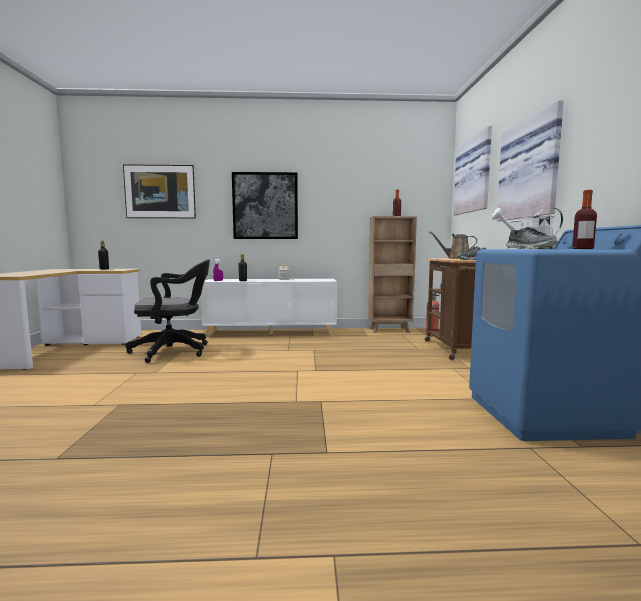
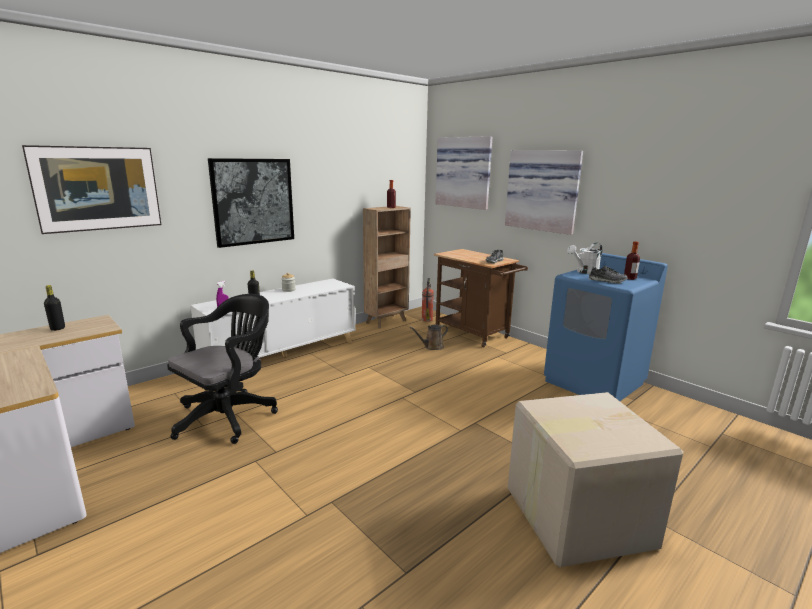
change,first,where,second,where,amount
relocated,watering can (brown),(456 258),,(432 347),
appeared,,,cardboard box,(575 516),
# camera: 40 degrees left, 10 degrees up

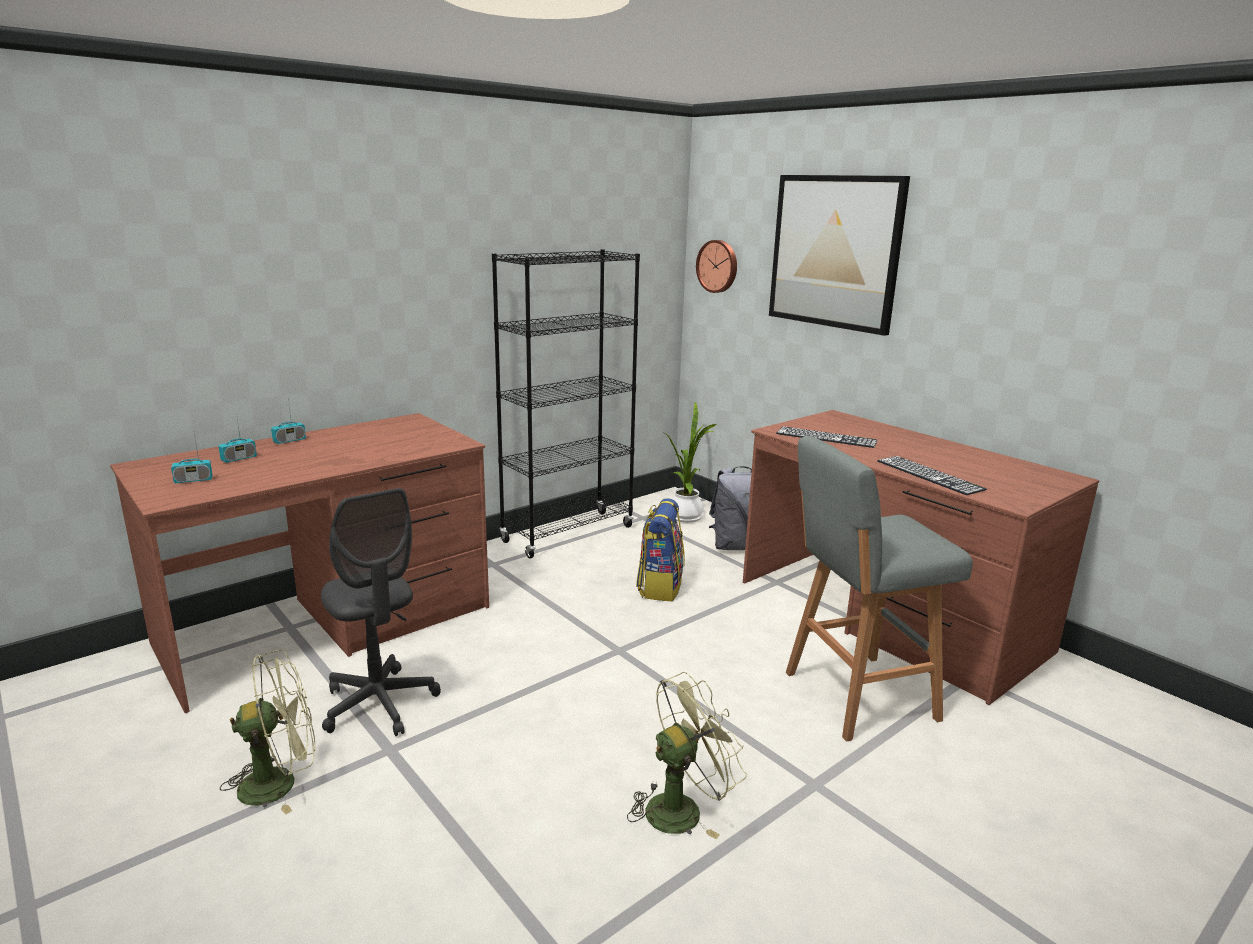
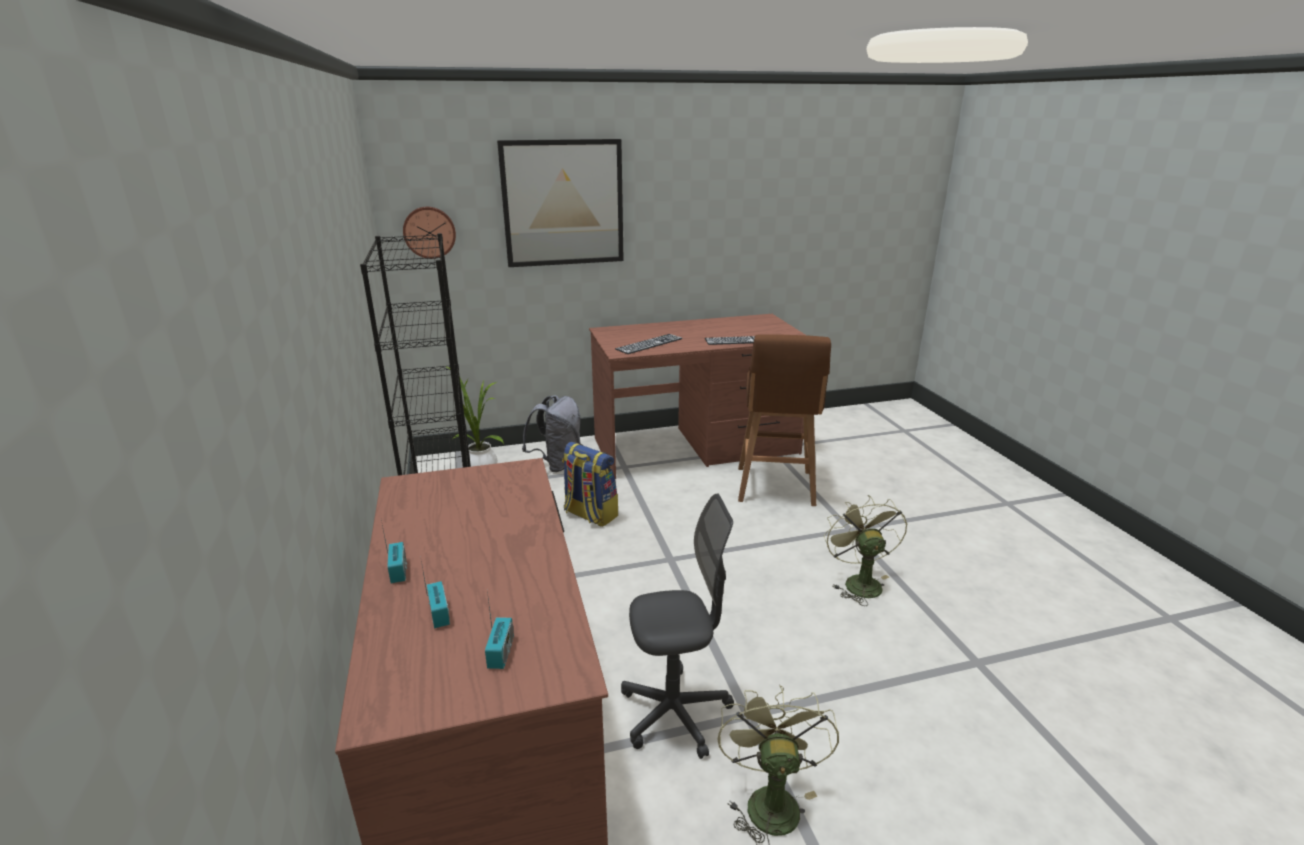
change,first,where,second,where,amount
colour,stool (grey),(855 696),stool (brown),(775 488),
# camera: 65 degrees left, 5 degrees up

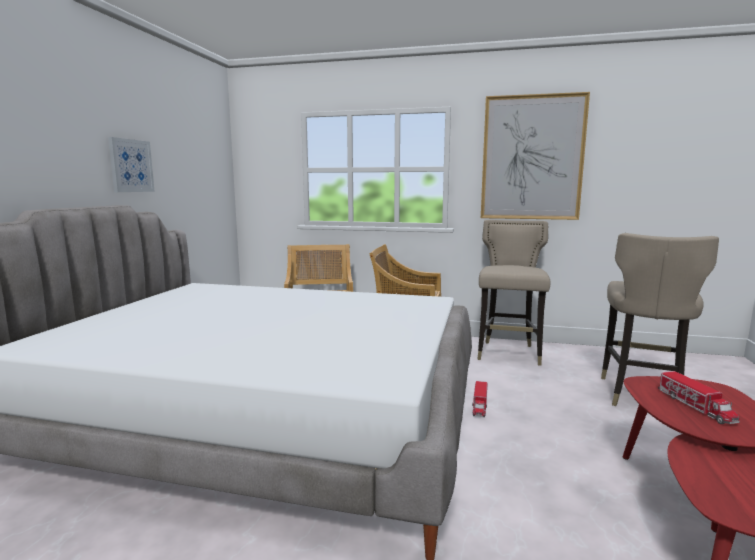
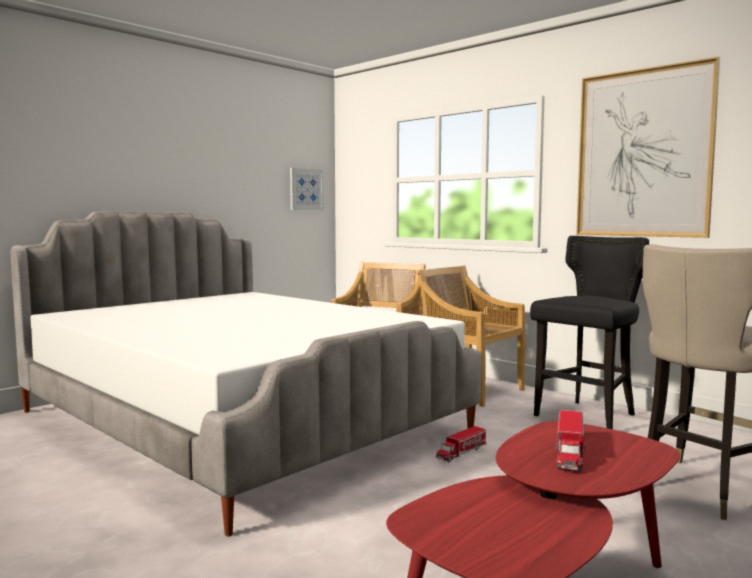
change,first,where,second,where,amount
relocated,picture,(131 166),,(306 189),
colour,stool (beige),(508 354),stool (black),(587 417),
# camera: 30 degrees right, 5 degrees down

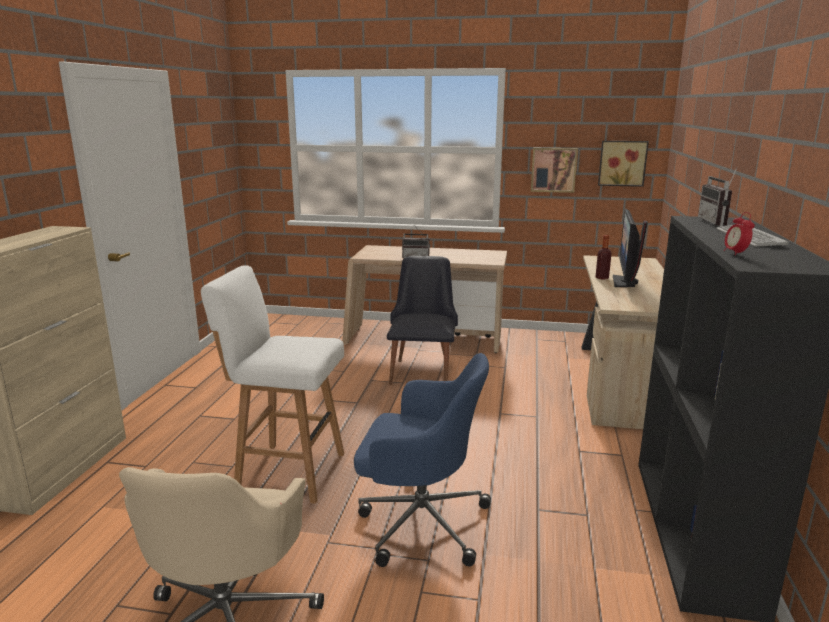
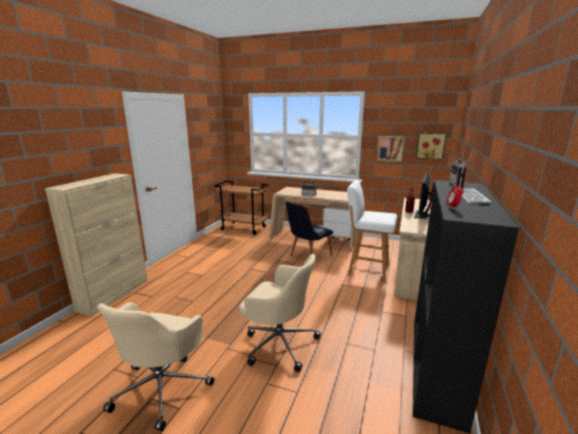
change,first,where,second,where,amount
appeared,,,cart (brown),(244 228),
colour,office chair (blue),(420 521),office chair (beige),(279 342),
spun,chair (black),(422 370),,(307 256),150 degrees counterclockwise
relocated,stool (white),(287 472),,(367 269),
# camera: 10 degrees right, 0 degrees up

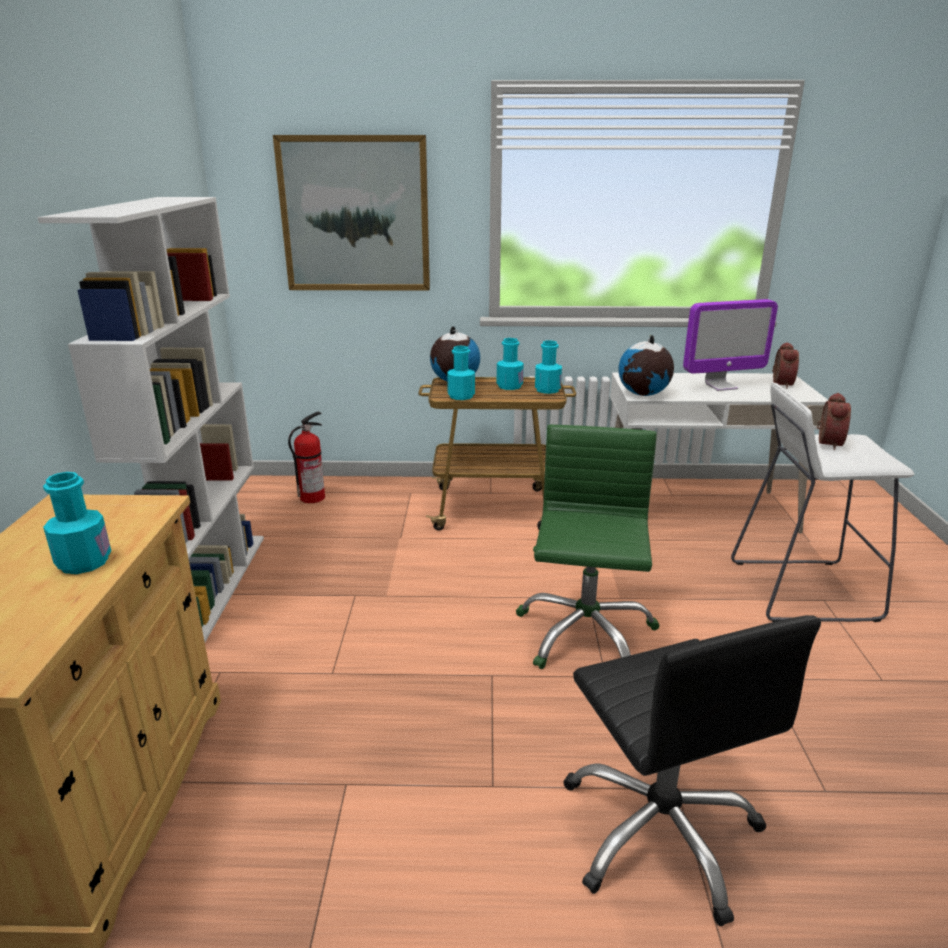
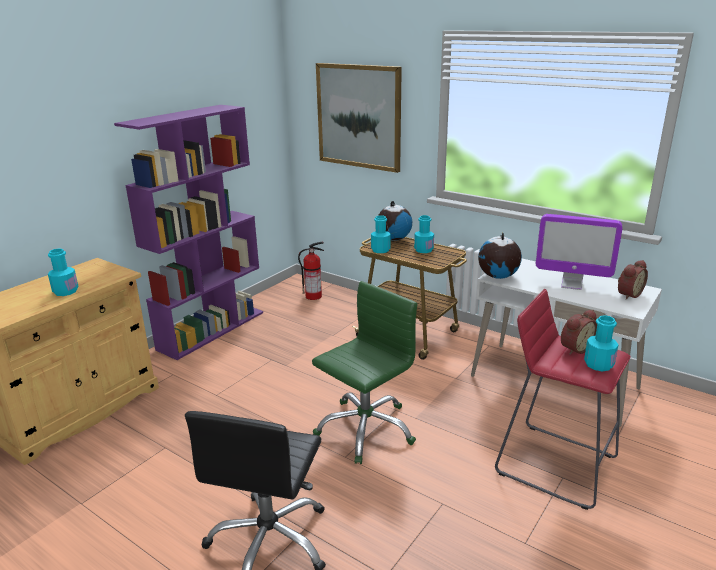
change,first,where,second,where,amount
colour,bookcase (white),(208 586),bookcase (purple),(212 330),
colour,stool (white),(801 589),stool (red),(555 464),
relocated,bottle (turquoise),(547 390),,(598 364),
# camera: 35 degrees right, 0 degrees up

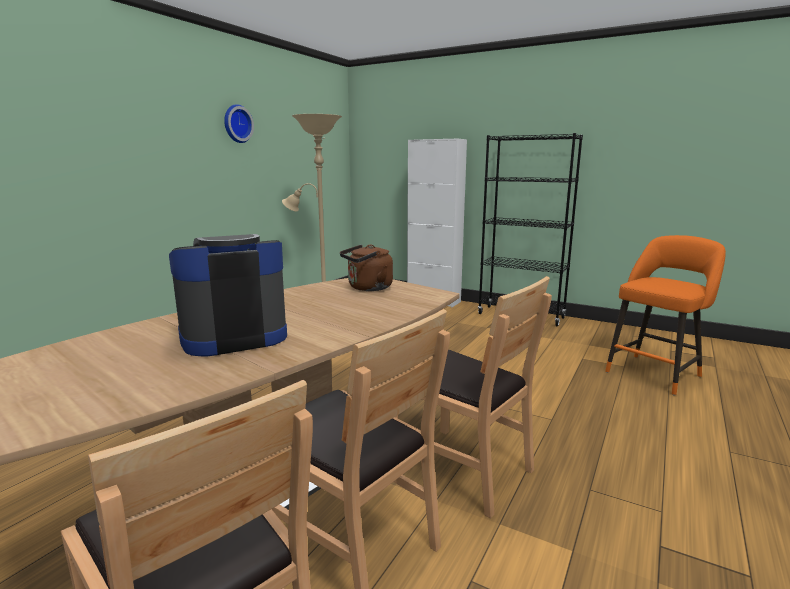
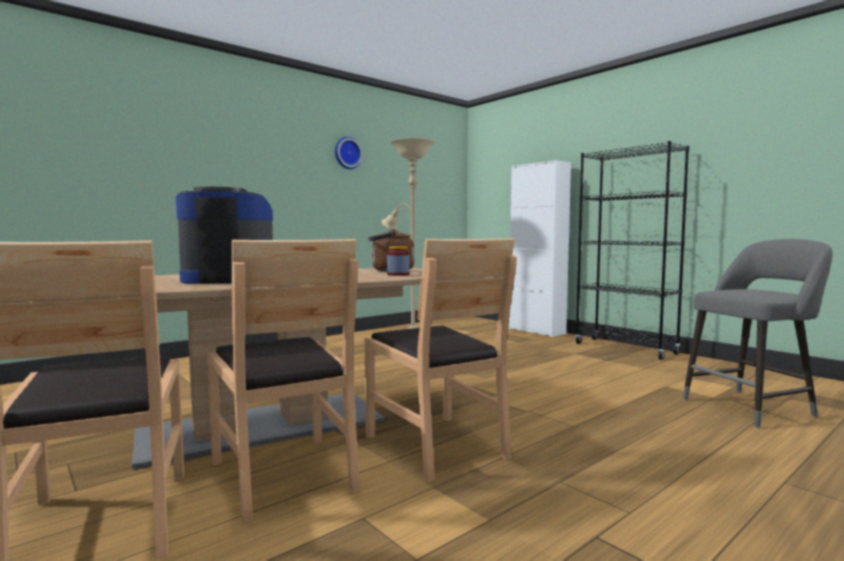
change,first,where,second,where,amount
appeared,,,jar,(398 274),
colour,stool (orange),(655 373),stool (grey),(751 407),
# camera: 20 degrees right, 10 degrees down

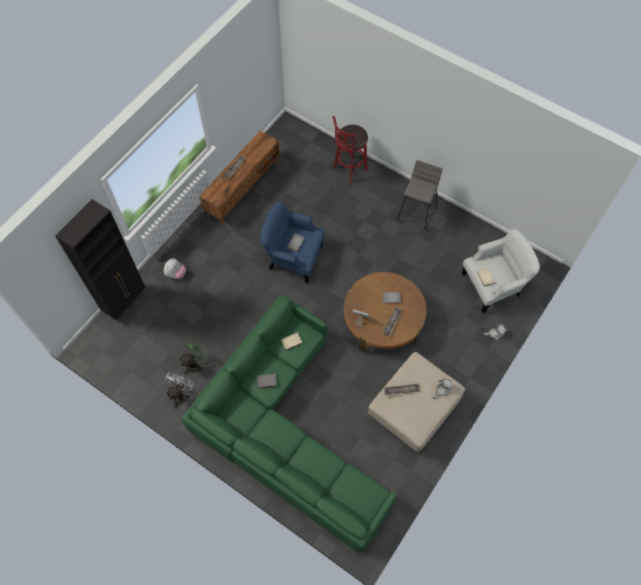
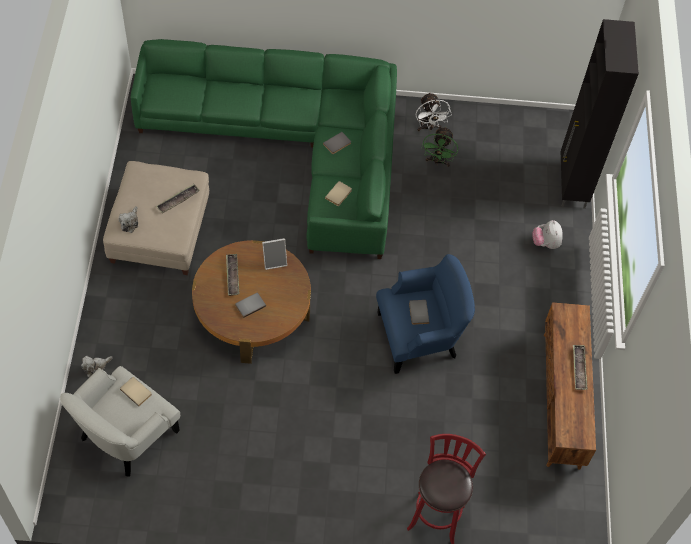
change,first,where,second,where,amount
missing,stool (grey),(416 213),,,
# camera: 145 degrees right, 5 degrees down

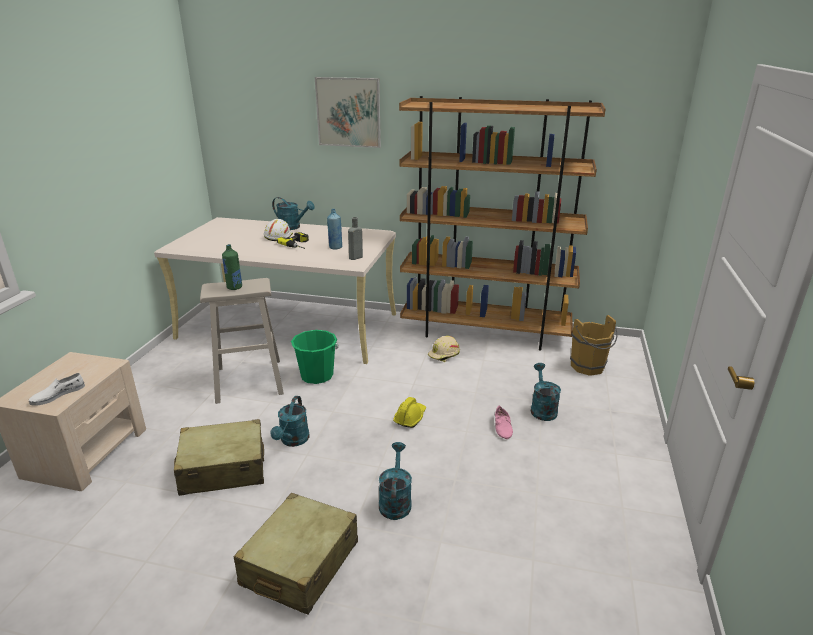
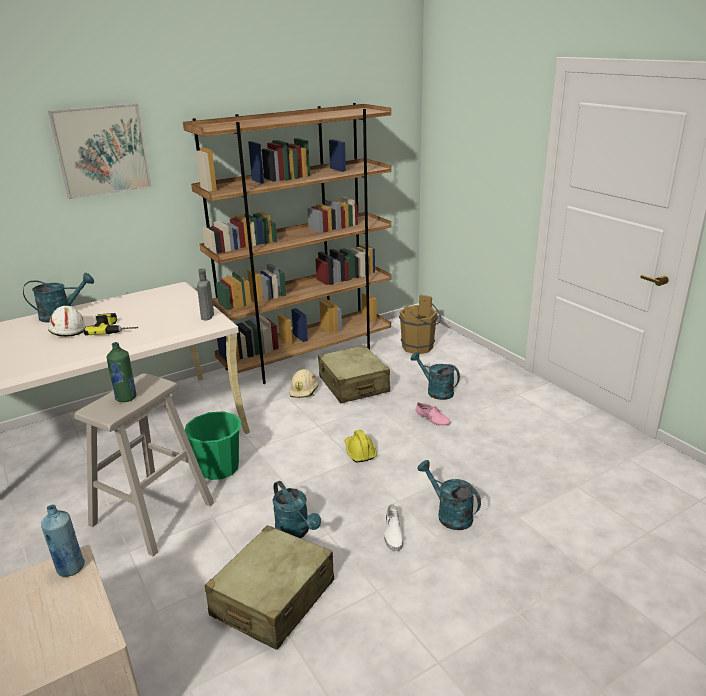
change,first,where,second,where,amount
relocated,bottle (blue),(335 247),,(70 568),
relocated,suitcase (beige),(300 564),,(353 385),
relocated,shoe (white),(58 395),,(393 533),
# camera: 45 degrees left, 0 degrees up

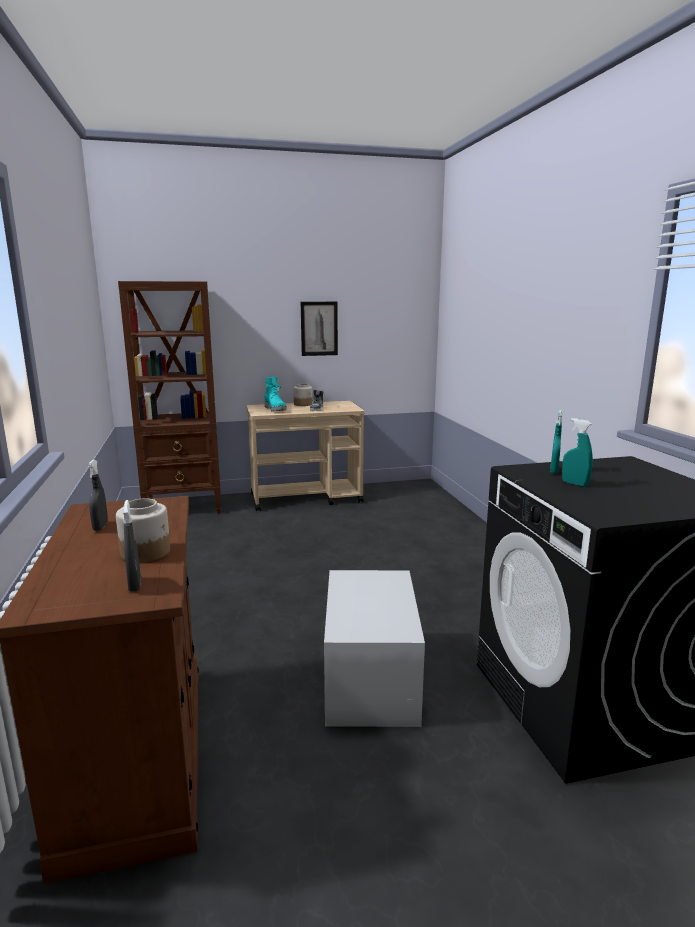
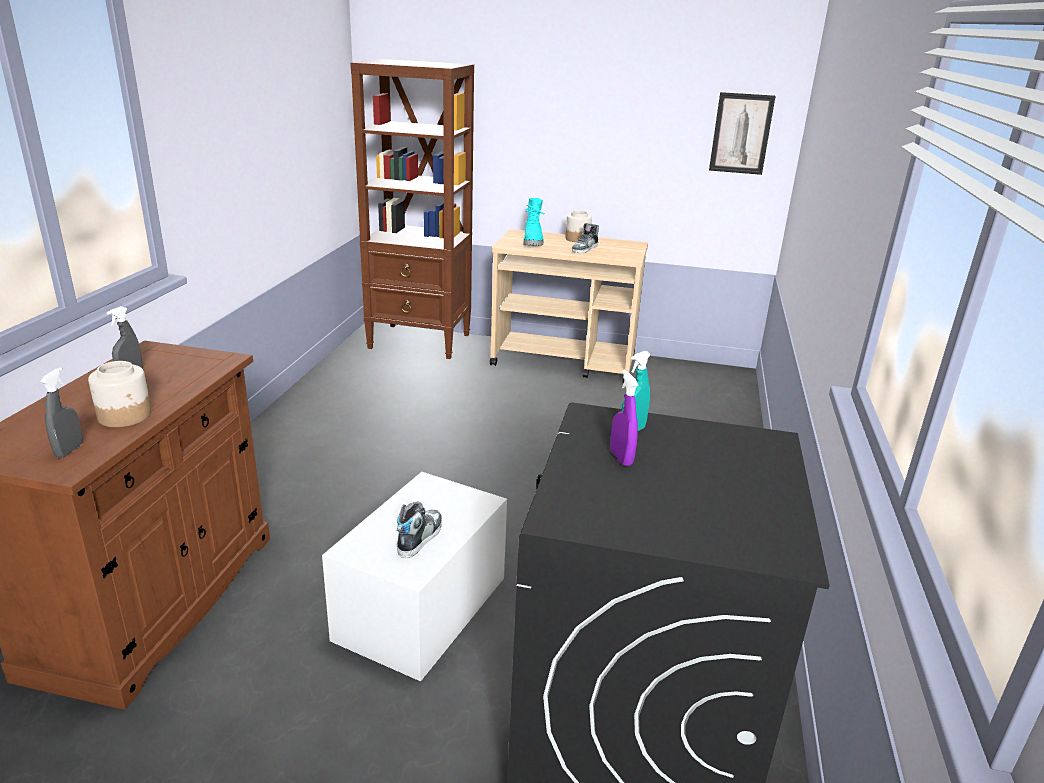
change,first,where,second,where,amount
appeared,,,shoe,(420 537),
colour,spray bottle (turquoise),(574 484),spray bottle (purple),(621 458),
relocated,picture,(319 328),,(741 133),
# camera: 25 degrees right, 10 degrees up

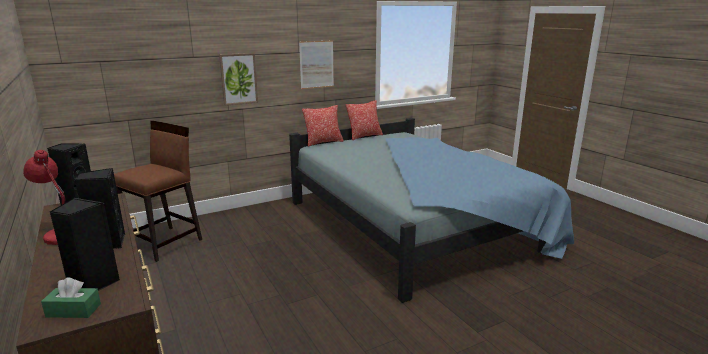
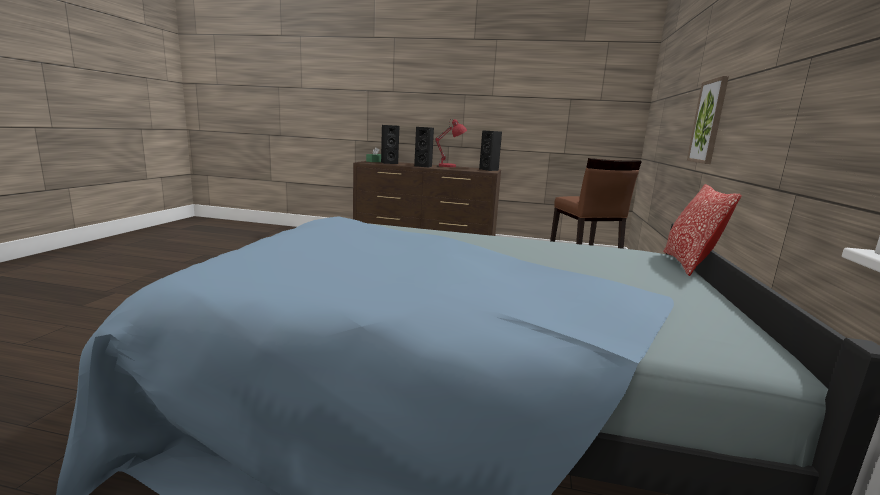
change,first,where,second,where,amount
missing,picture,(316 64),,,
missing,pillow,(364 136),,,
# camera: 130 degrees right, 5 degrees down

